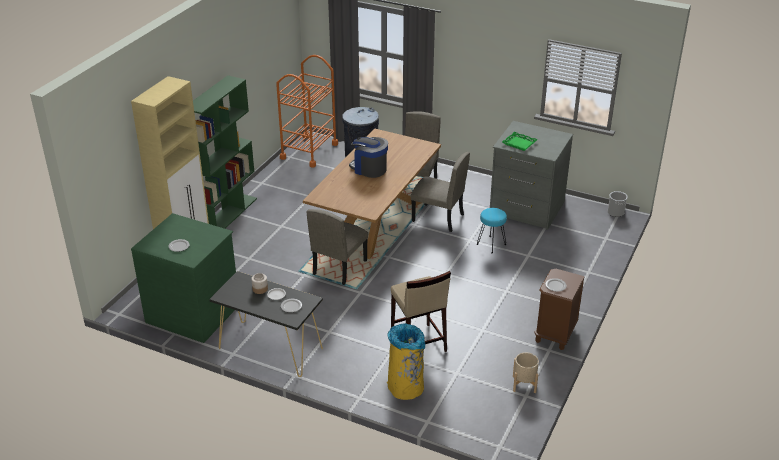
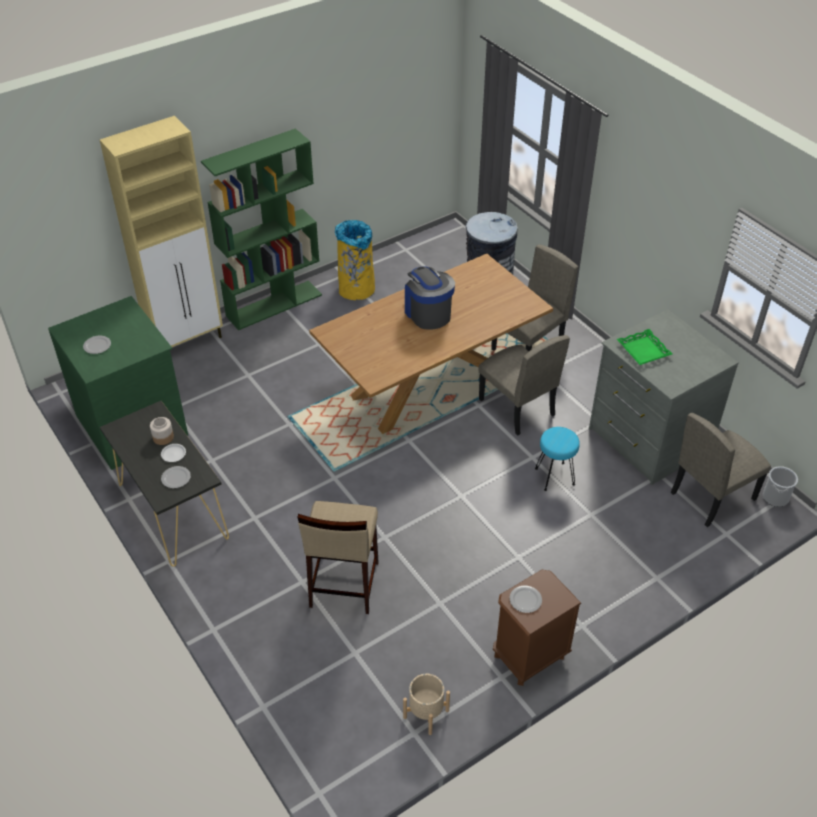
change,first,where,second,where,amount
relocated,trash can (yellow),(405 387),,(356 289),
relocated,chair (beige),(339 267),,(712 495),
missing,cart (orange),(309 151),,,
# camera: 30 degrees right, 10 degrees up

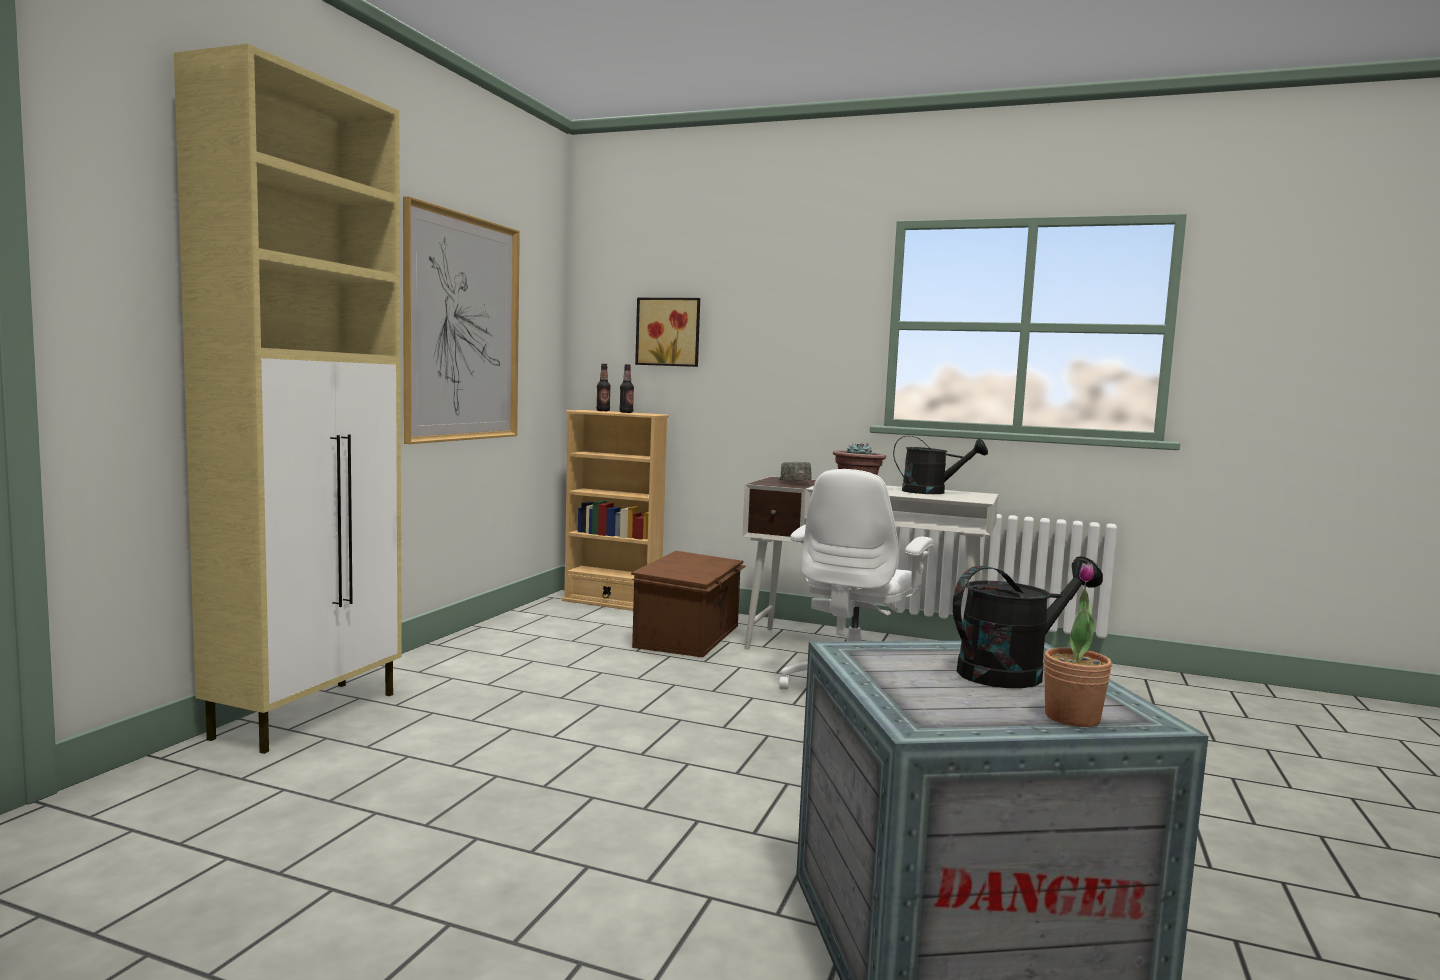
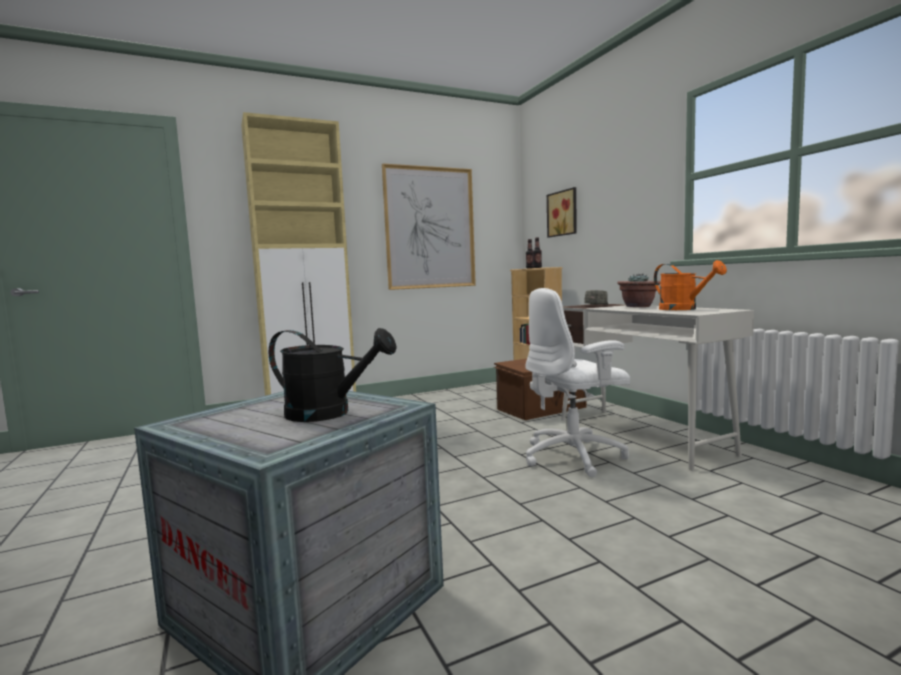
change,first,where,second,where,amount
colour,watering can (black),(932 492),watering can (orange),(684 309),
missing,potted plant,(1072 717),,,
# camera: 45 degrees right, 0 degrees up

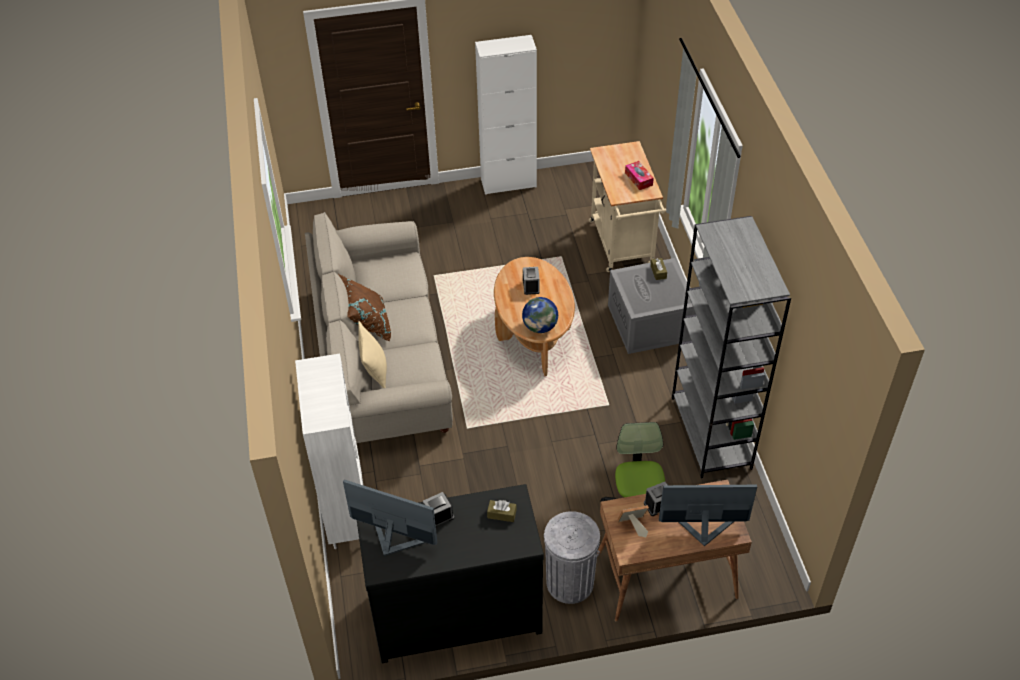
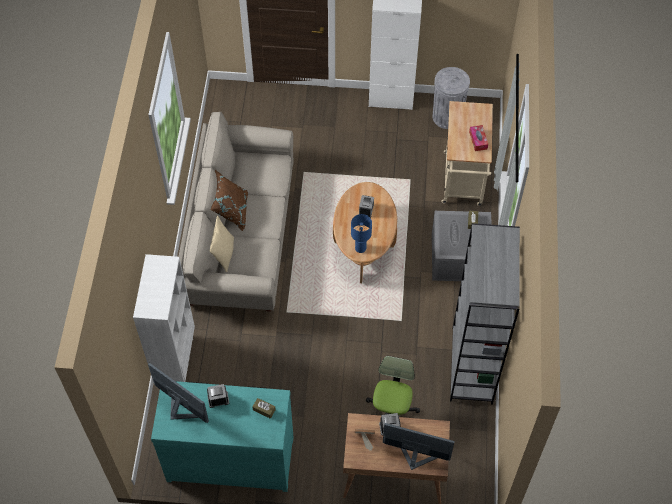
change,first,where,second,where,amount
colour,dresser (black),(454 610),dresser (turquoise),(230 456),
exchanged,globe,(540 327),table lamp (blue),(361 248),
relocated,trash can (grey),(570 582),,(447 117),
# camera: 15 degrees right, 10 degrees up

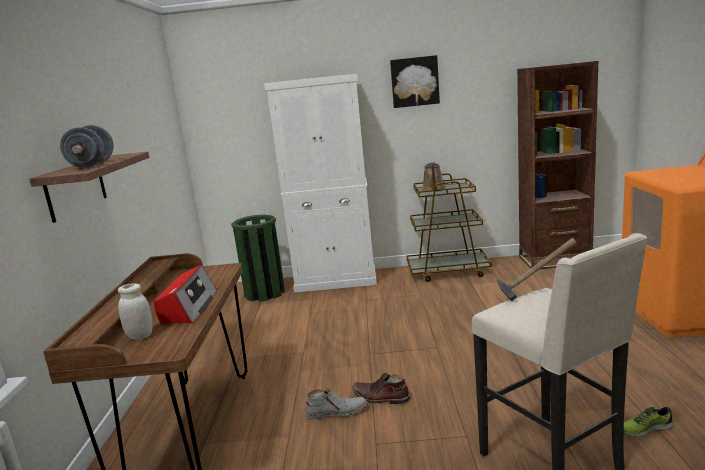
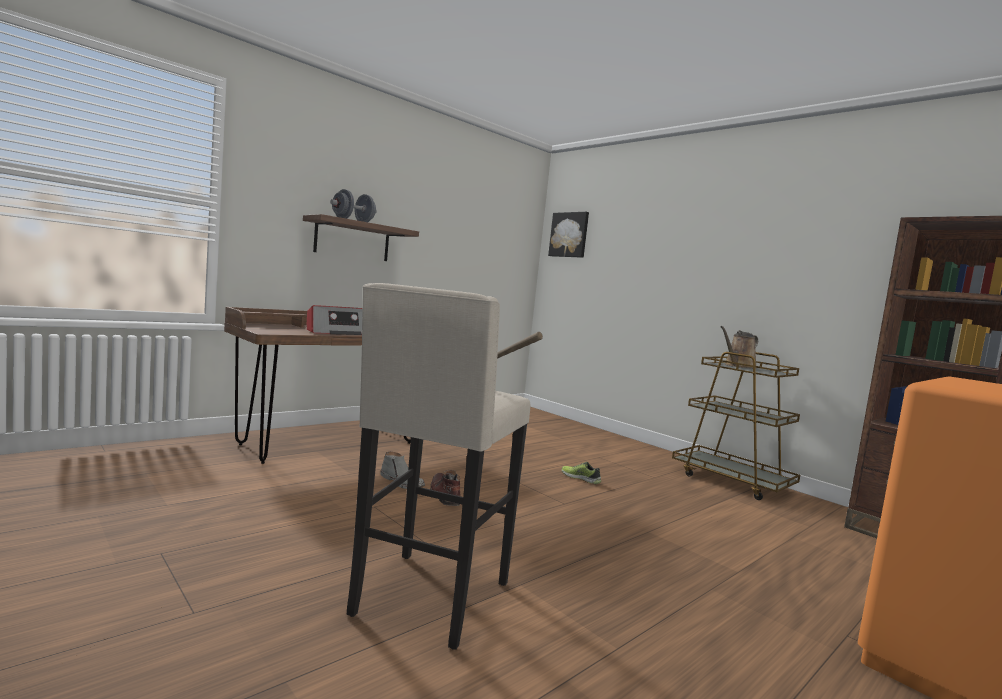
change,first,where,second,where,amount
relocated,picture,(414 82),,(569 235),
relocated,shoe,(645 428),,(581 478),
missing,jar (white),(140 336),,,
missing,trash can (green),(265 293),,,
missing,cabinet (white),(336 281),,,
# camera: 45 degrees right, 10 degrees down

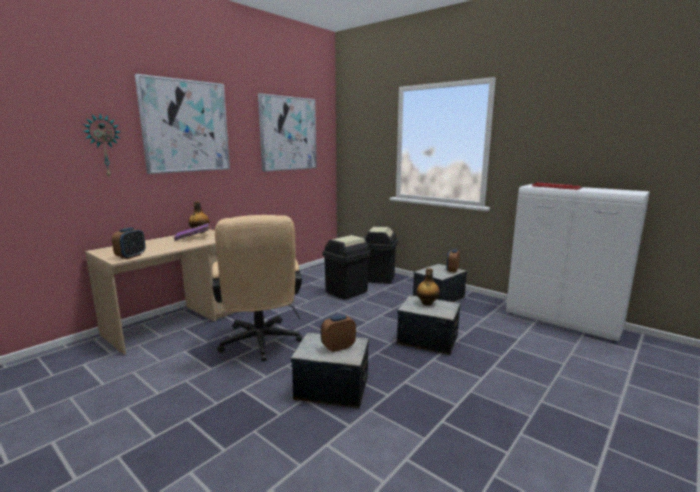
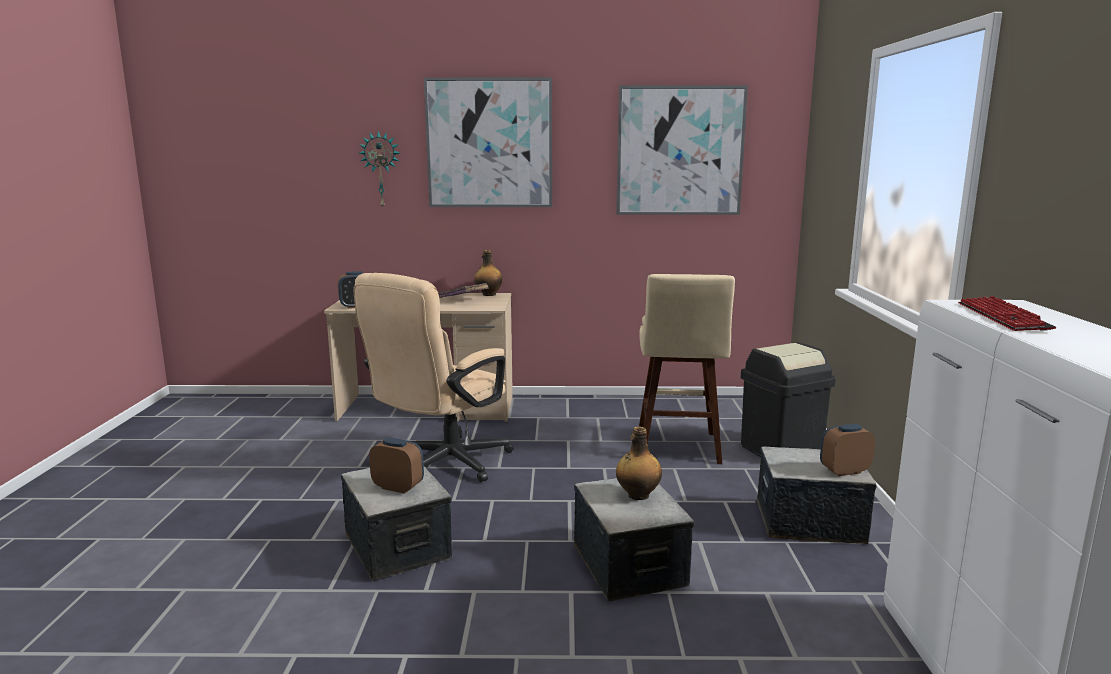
change,first,where,second,where,amount
exchanged,trash can (black),(346 292),stool (beige),(678 449),
# camera: 50 degrees right, 0 degrees up

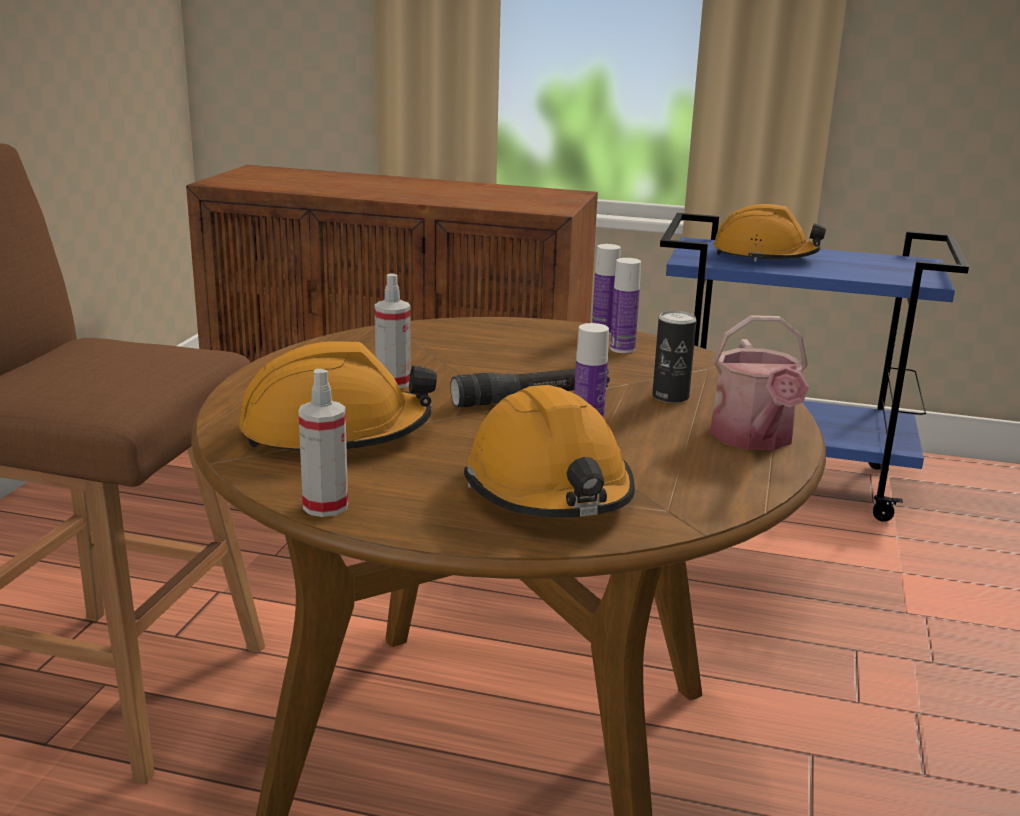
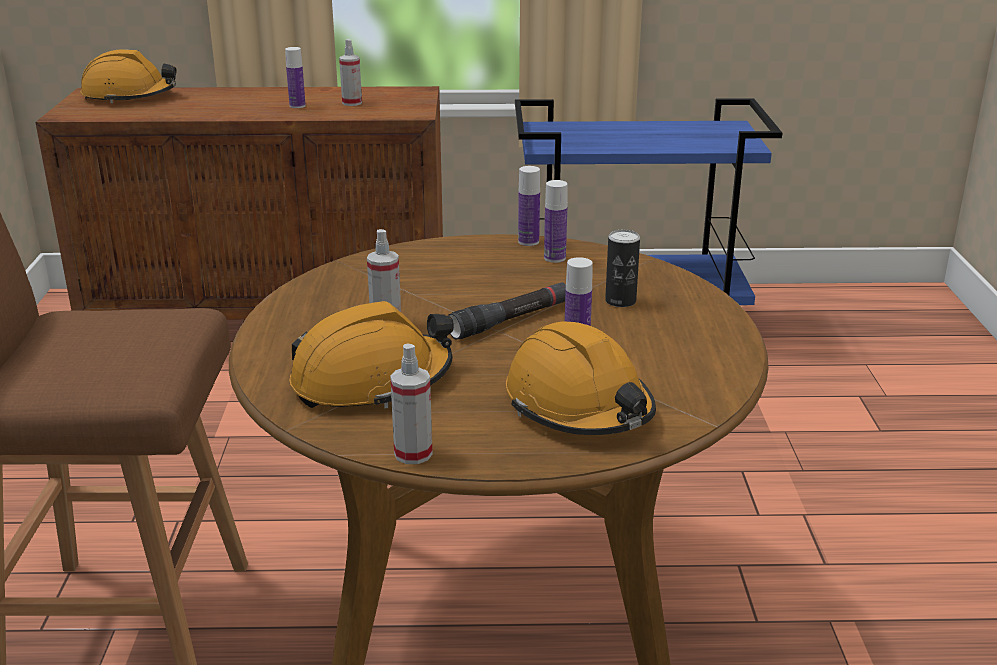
change,first,where,second,where,amount
relocated,hard hat (orange),(764 256),,(129 96),
appeared,,,bottle,(297 106),
appeared,,,spray bottle,(352 103),
missing,watering can,(754 439),,,
# camera: 15 degrees left, 5 degrees up

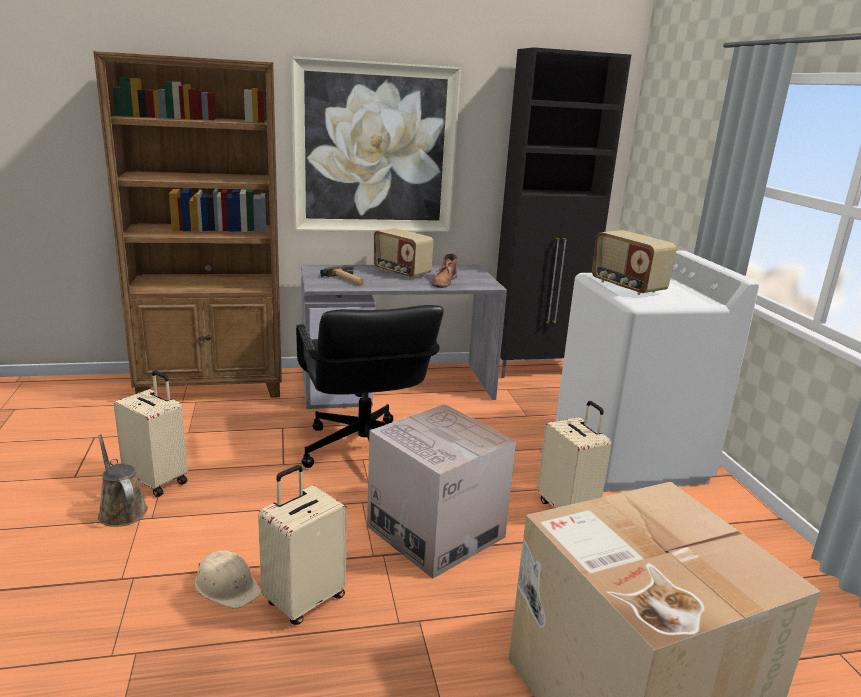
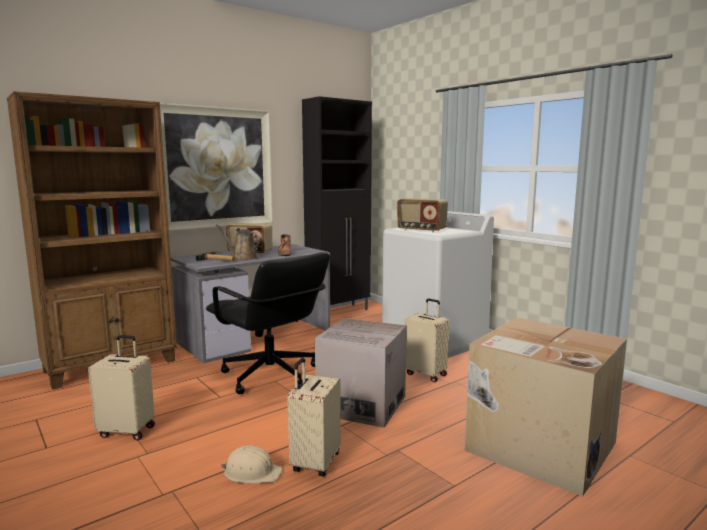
change,first,where,second,where,amount
relocated,watering can (brown),(121 510),,(243 258),
# camera: 25 degrees left, 10 degrees down

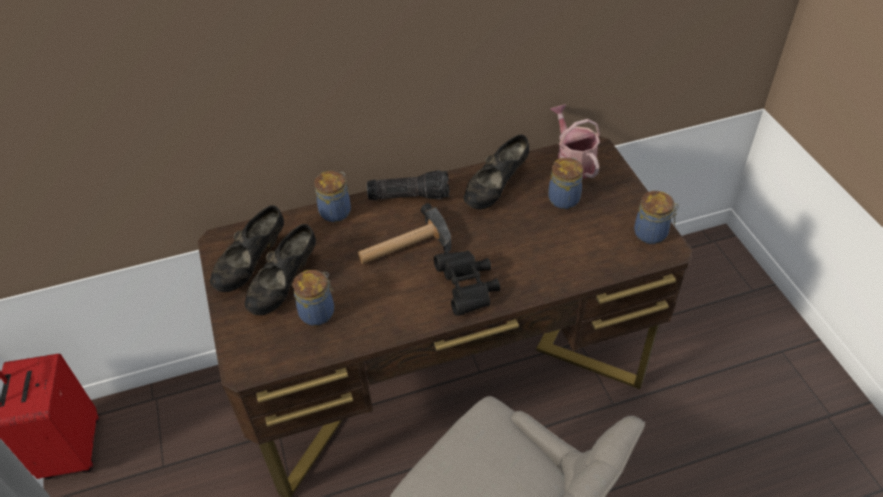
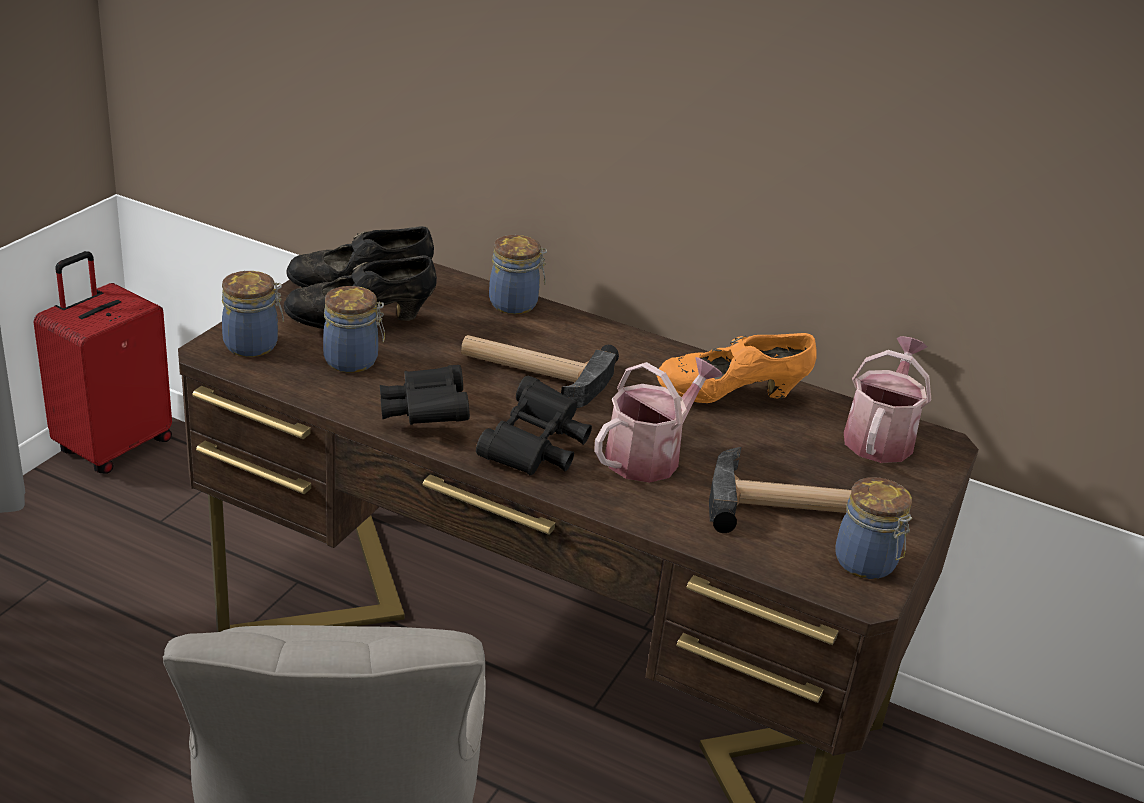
change,first,where,second,where,amount
relocated,jar,(564 198),,(253 345),
appeared,,,binoculars (black),(425 415),
appeared,,,watering can,(649 456),
colour,shoe (black),(495 189),shoe (orange),(730 397),
appeared,,,hammer,(791 506),
missing,flashlight,(410 195),,,
# camera: 40 degrees right, 15 degrees down

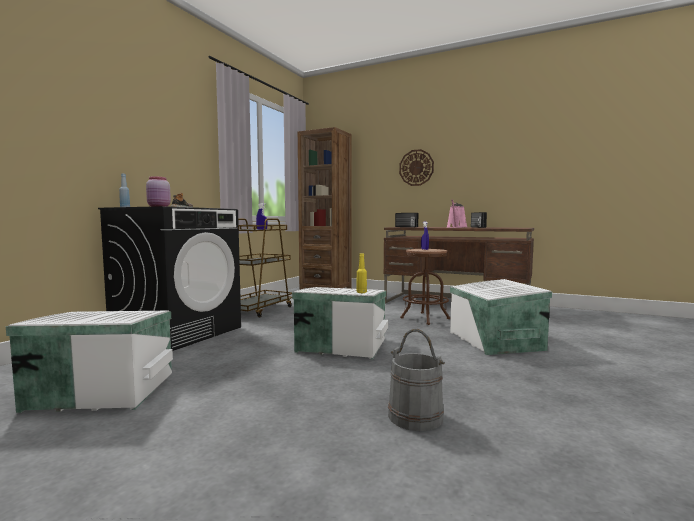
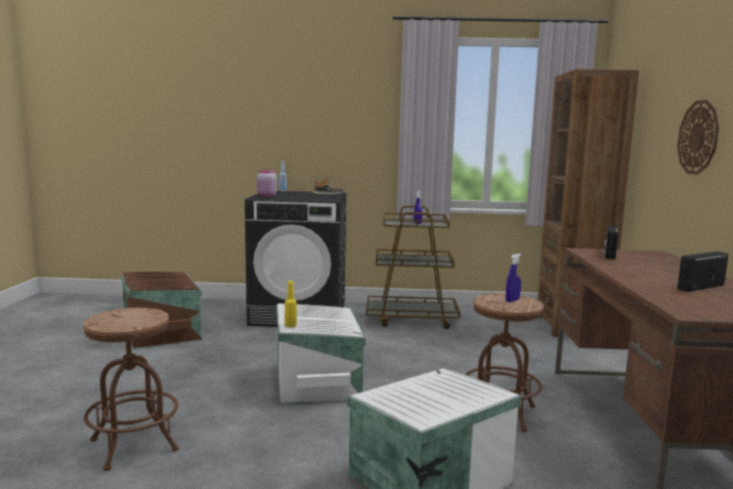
change,first,where,second,where,amount
exchanged,bucket (grey),(415 417),stool (brown),(134 445),
colour,storage box (white),(102 389),storage box (brown),(163 332),
missing,watering can (pink),(456 227),,,
# camera: 65 degrees right, 5 degrees up

